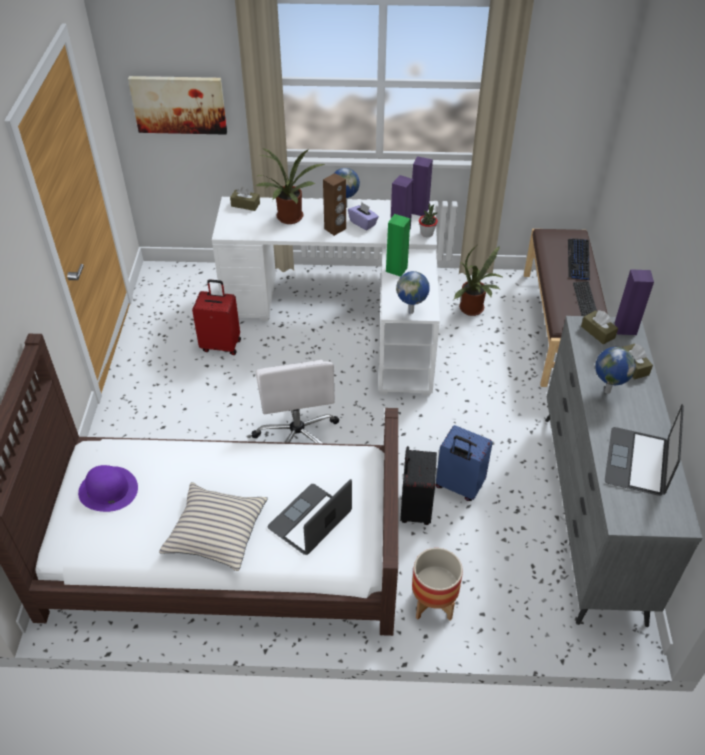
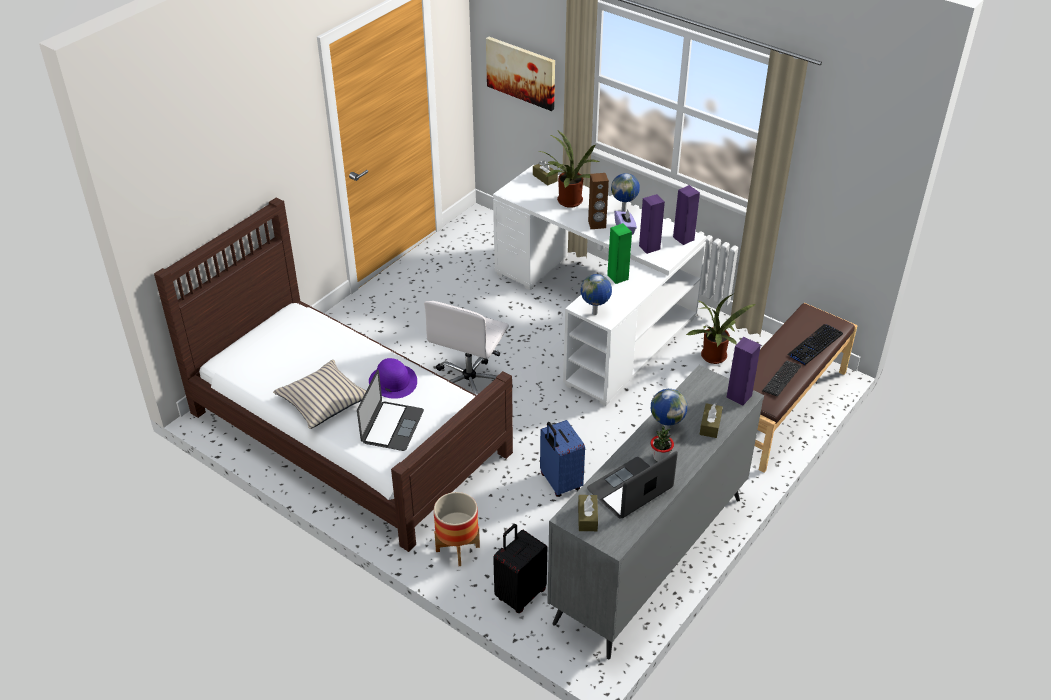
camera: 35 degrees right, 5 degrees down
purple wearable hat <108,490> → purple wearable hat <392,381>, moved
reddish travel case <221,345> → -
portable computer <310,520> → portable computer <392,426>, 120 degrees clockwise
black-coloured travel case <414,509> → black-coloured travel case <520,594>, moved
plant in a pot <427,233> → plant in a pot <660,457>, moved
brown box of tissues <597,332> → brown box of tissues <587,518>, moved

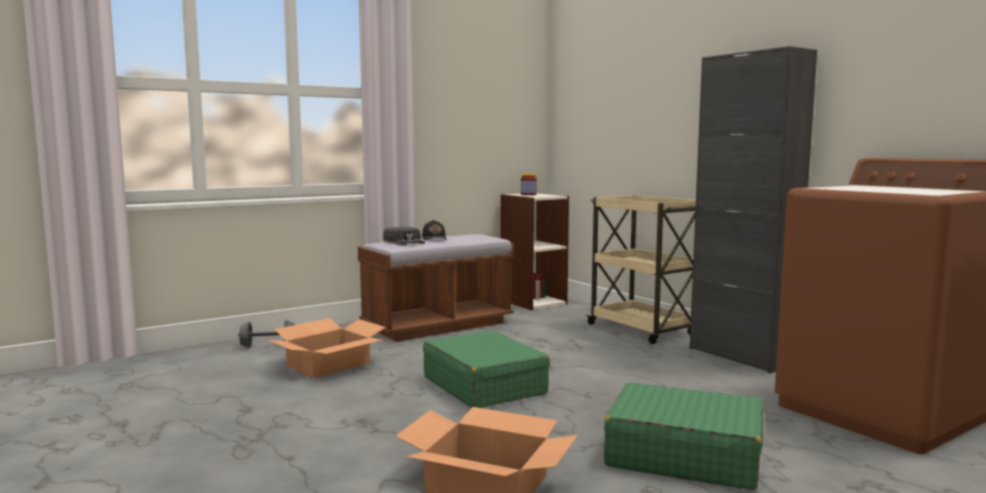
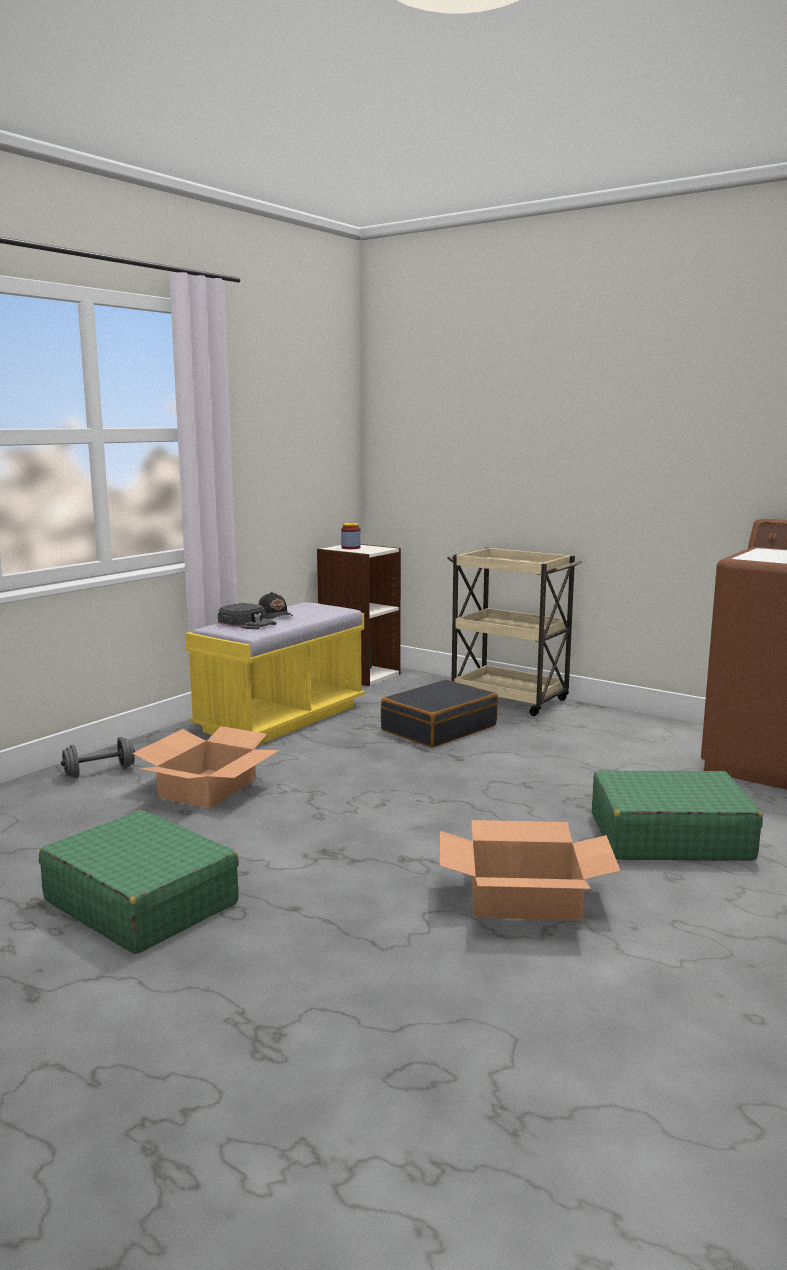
camera: 20 degrees left, 5 degrees up
brown indoor bench <437,325> → yellowish indoor bench <281,719>
green travel case <484,385> → green travel case <141,902>, moved
black-coloured cabinet <740,356> → -
- → black-coloured travel case <438,728>

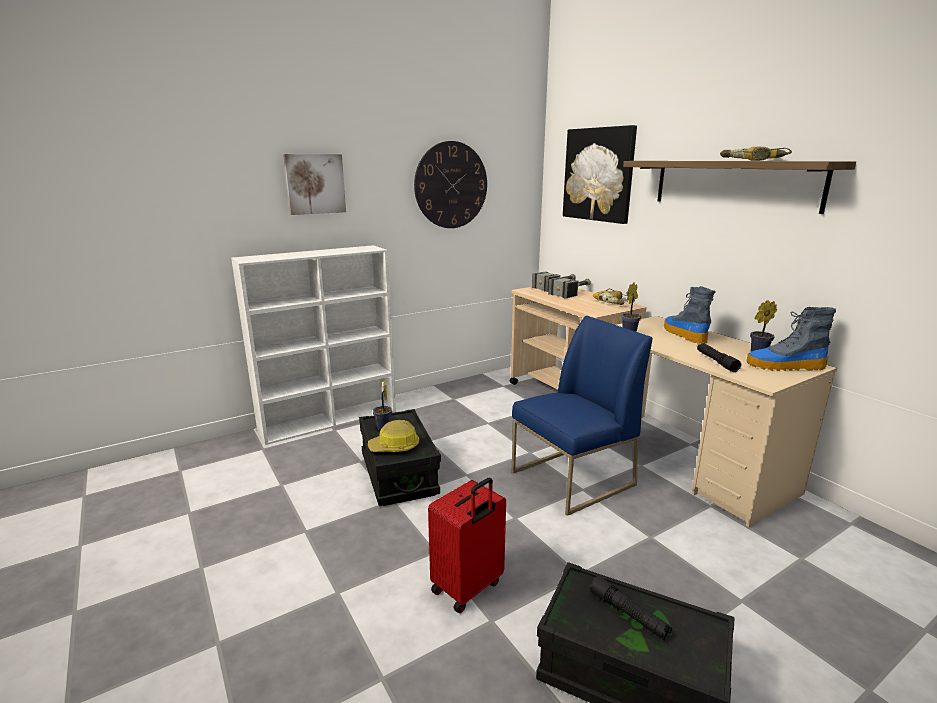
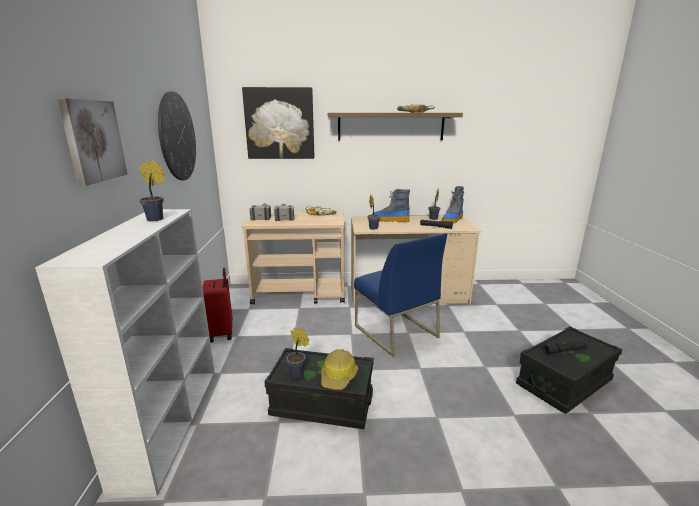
camera: 60 degrees left, 0 degrees up
reddish travel case <468,588> → reddish travel case <222,333>, moved
blue-coloured upright chair <572,479> → blue-coloured upright chair <395,331>, 150 degrees clockwise
- → plant in a pot <157,219>

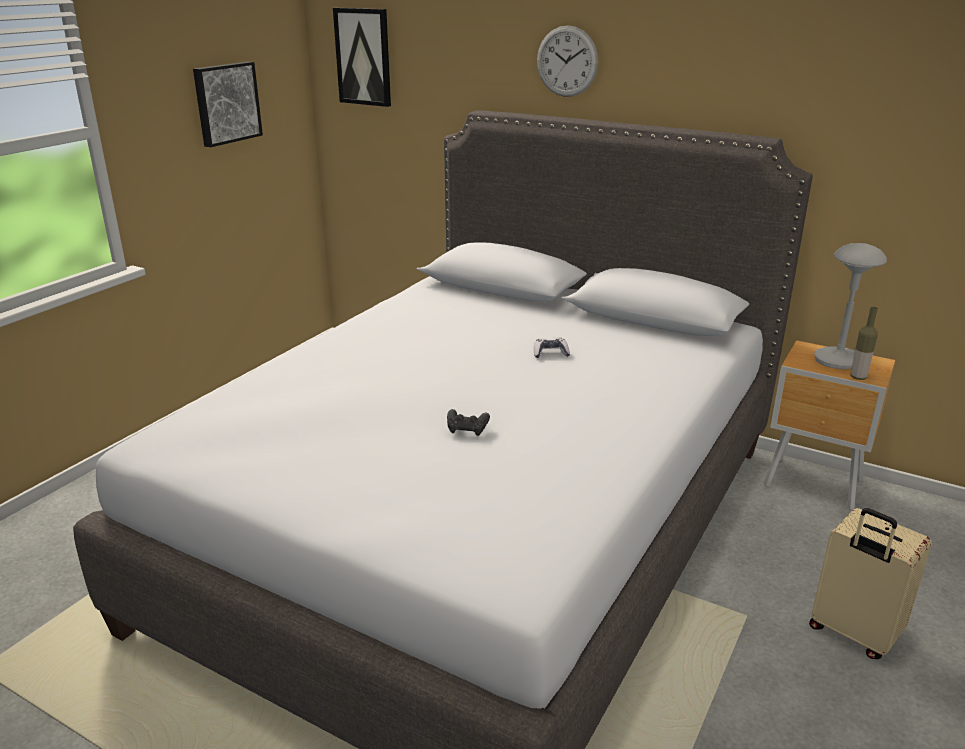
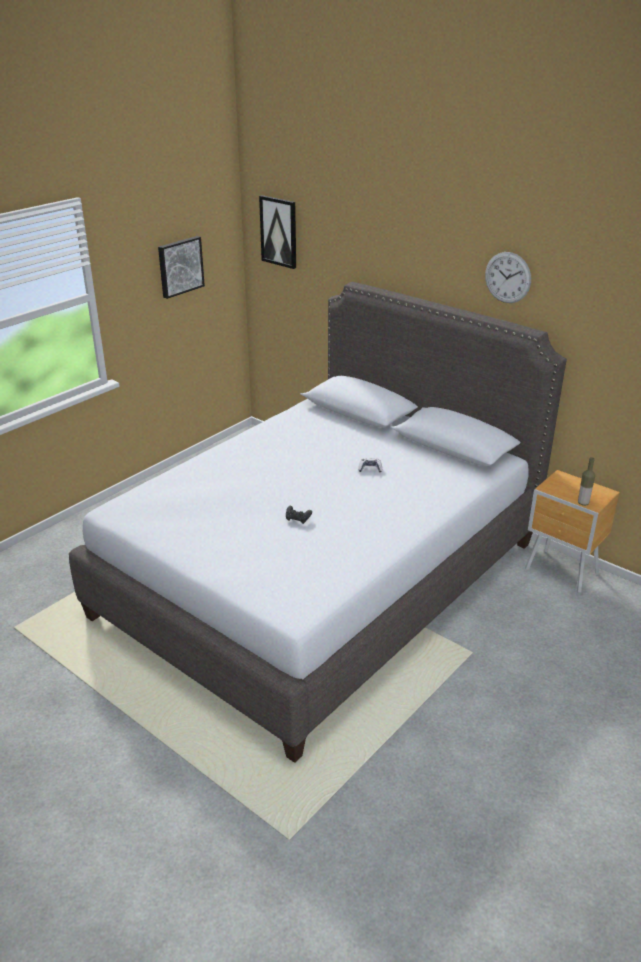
camera: 10 degrees right, 5 degrees up
wall clock <567,61> → wall clock <507,277>, moved
beige-coloured travel case <852,634> → -
grey lamp for a table <838,360> → -

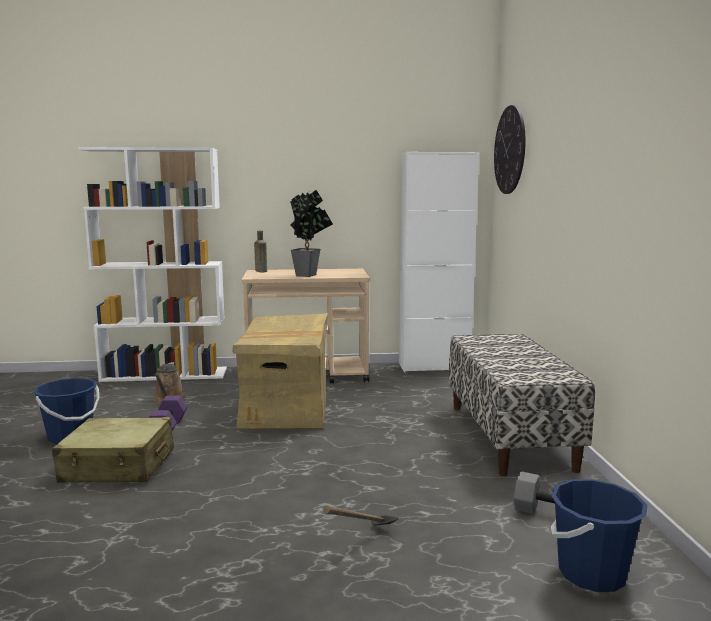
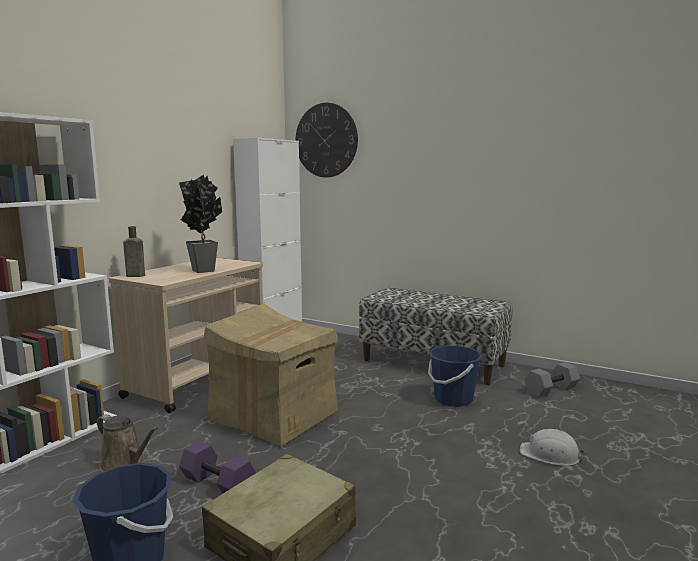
camera: 55 degrees left, 0 degrees up
hammer <362,542> → whitish safety helmet <550,455>
blue-coloured bucket <591,573> → blue-coloured bucket <453,399>, moved

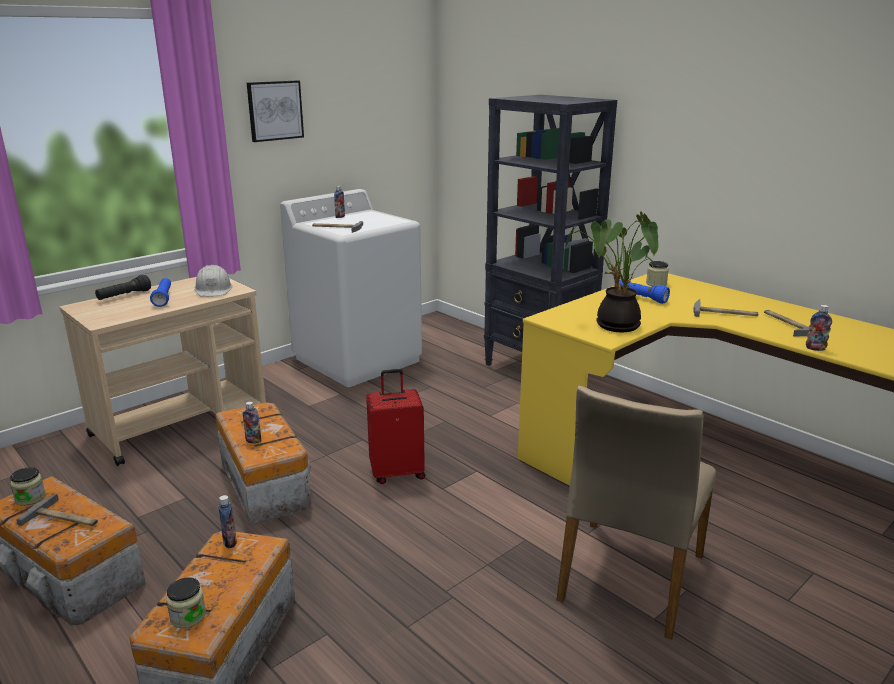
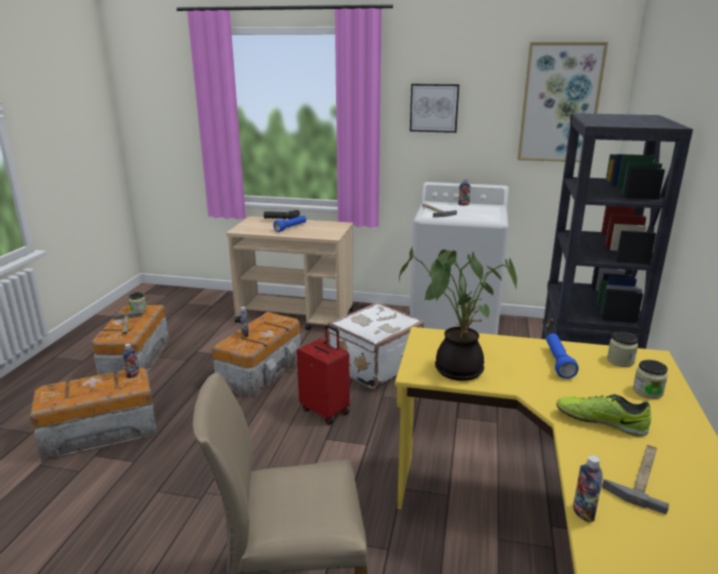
camera: 55 degrees right, 0 degrees up
jar <188,616> → jar <647,391>, moved
whitish safety helmet <213,289> → -
hammer <724,313> → shoe <600,421>
- → whitish travel case <373,366>
- → wall art <560,103>

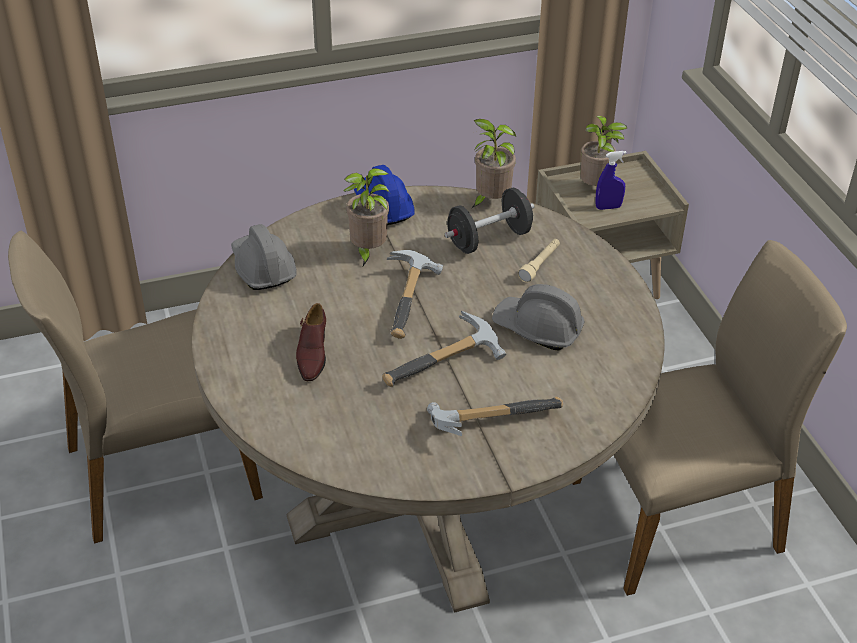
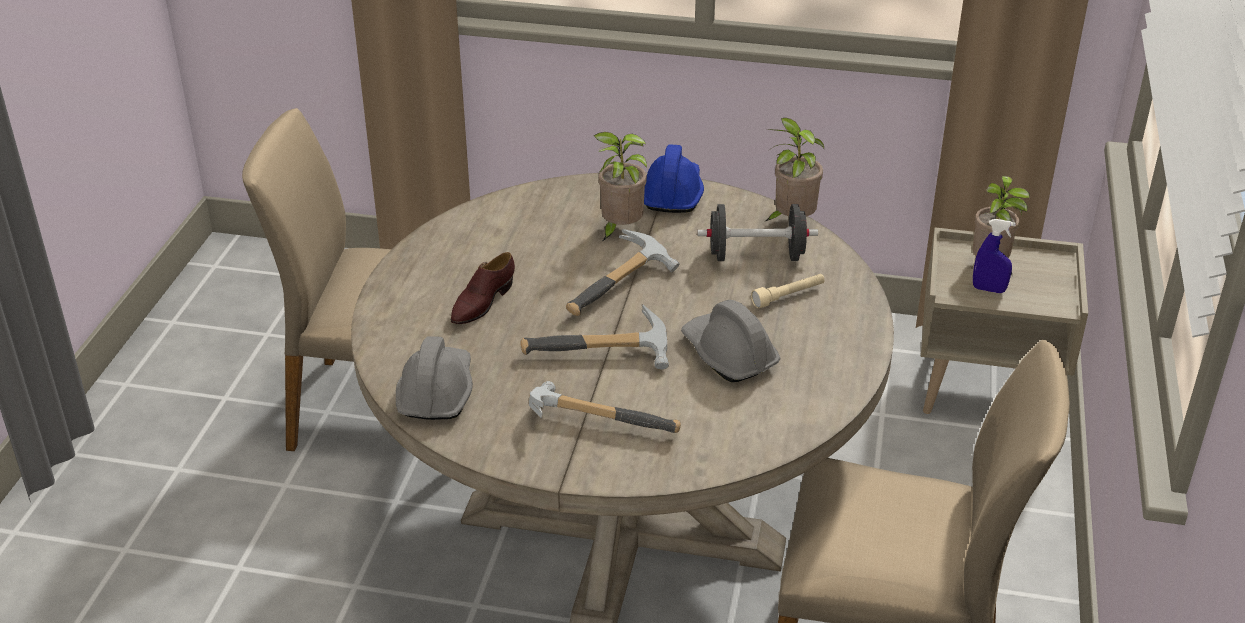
camera: 30 degrees right, 5 degrees down
grey safety helmet <262,268> → grey safety helmet <436,392>, moved

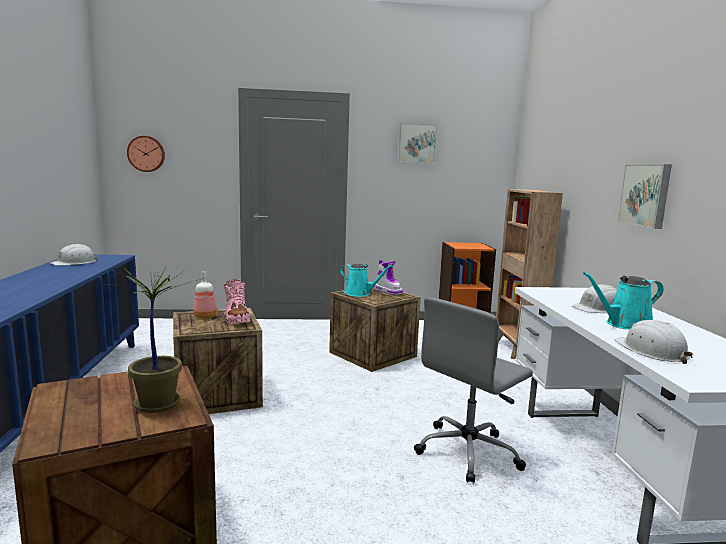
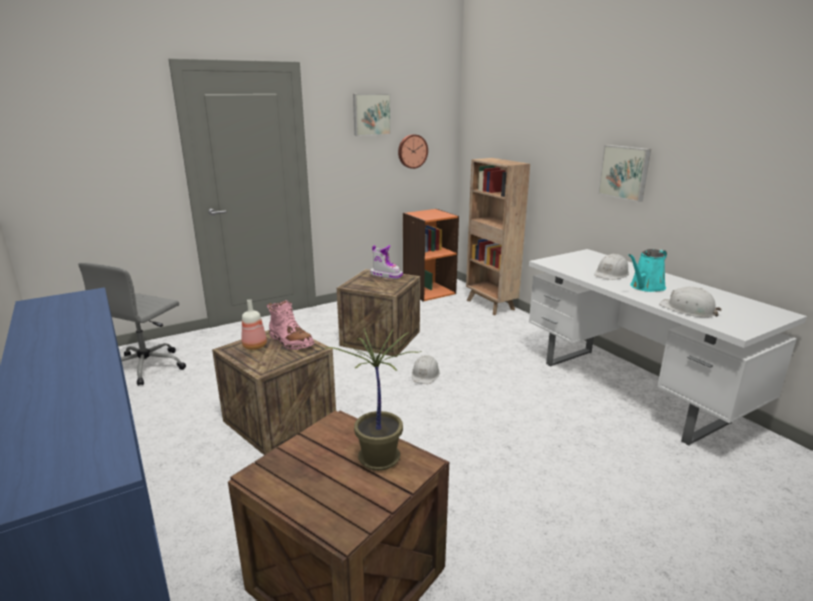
camera: 25 degrees left, 10 degrees up
whitish safety helmet <75,262> → whitish safety helmet <425,374>, moved
wall clock <146,154> → wall clock <412,151>, moved
blue-green watering pot <360,293> → -
grey computer chair <469,452> → grey computer chair <147,366>, moved

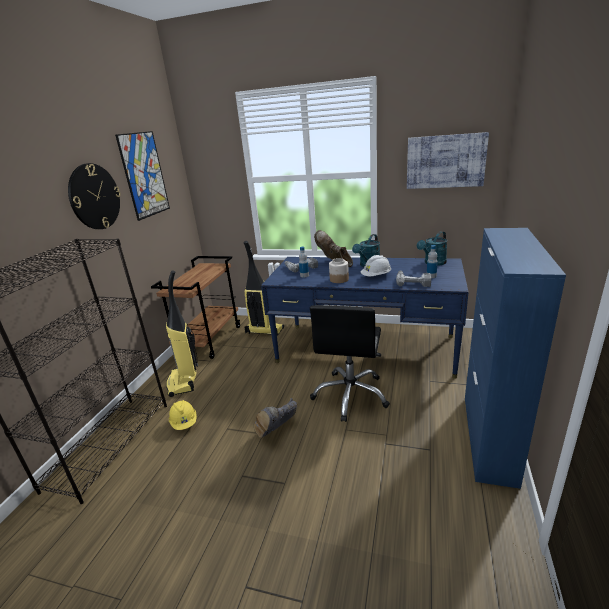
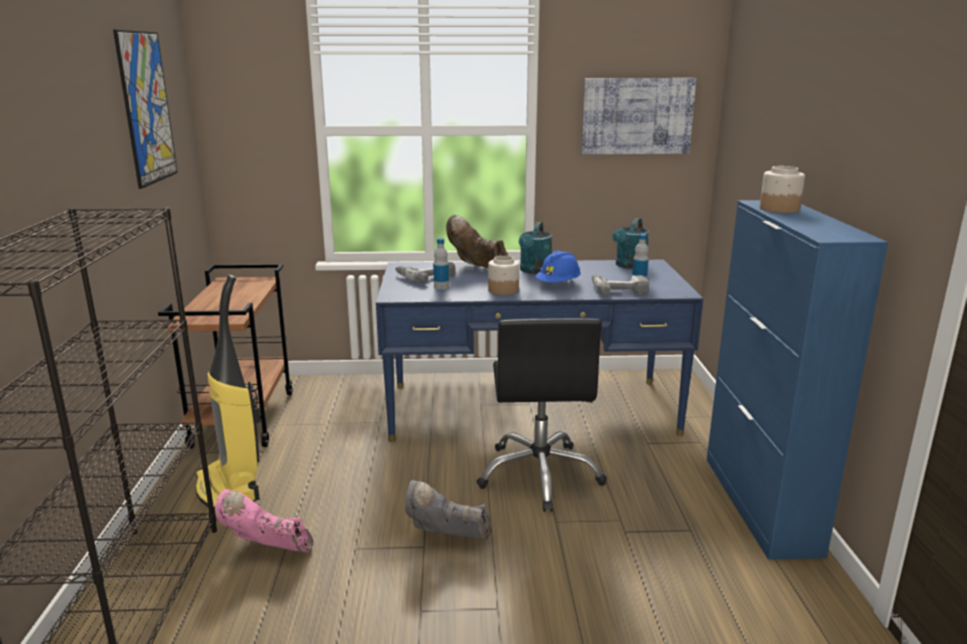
camera: 20 degrees left, 5 degrees down
wall clock <94,197> → -
yellowish safety helmet <184,423> → pinkish tall boot <268,551>
vacuum cleaner <264,331> → -
grey tall boot <277,431> → grey tall boot <446,539>, 75 degrees clockwise
whitish safety helmet <376,276> → blue-coloured safety helmet <558,284>
- → jar <778,209>

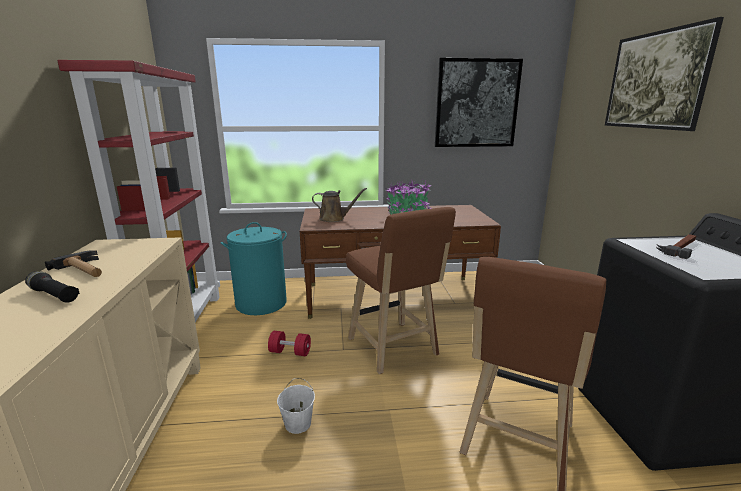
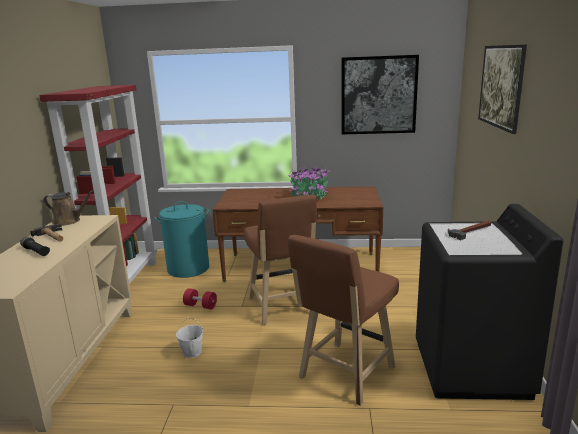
camera: 10 degrees right, 0 degrees up
brown watering pot <334,219> → brown watering pot <69,221>, moved

